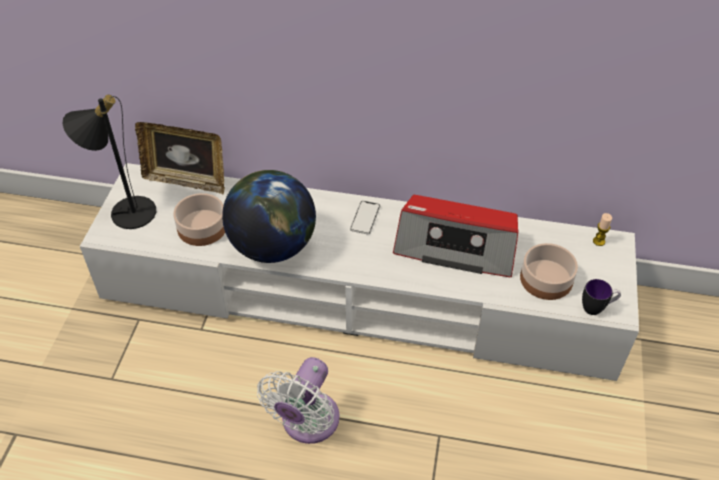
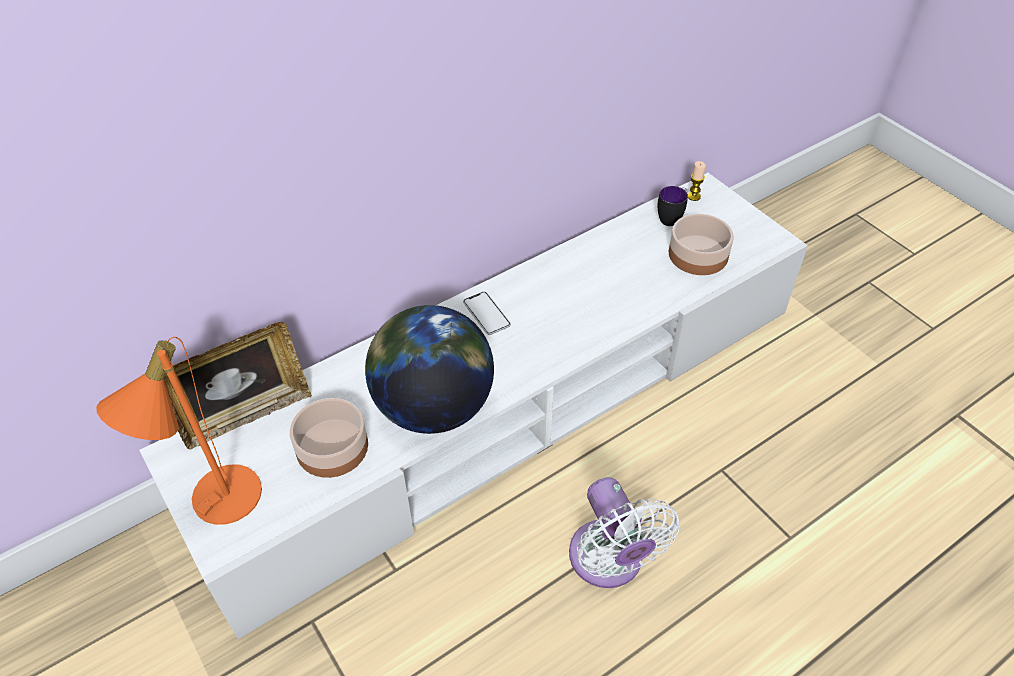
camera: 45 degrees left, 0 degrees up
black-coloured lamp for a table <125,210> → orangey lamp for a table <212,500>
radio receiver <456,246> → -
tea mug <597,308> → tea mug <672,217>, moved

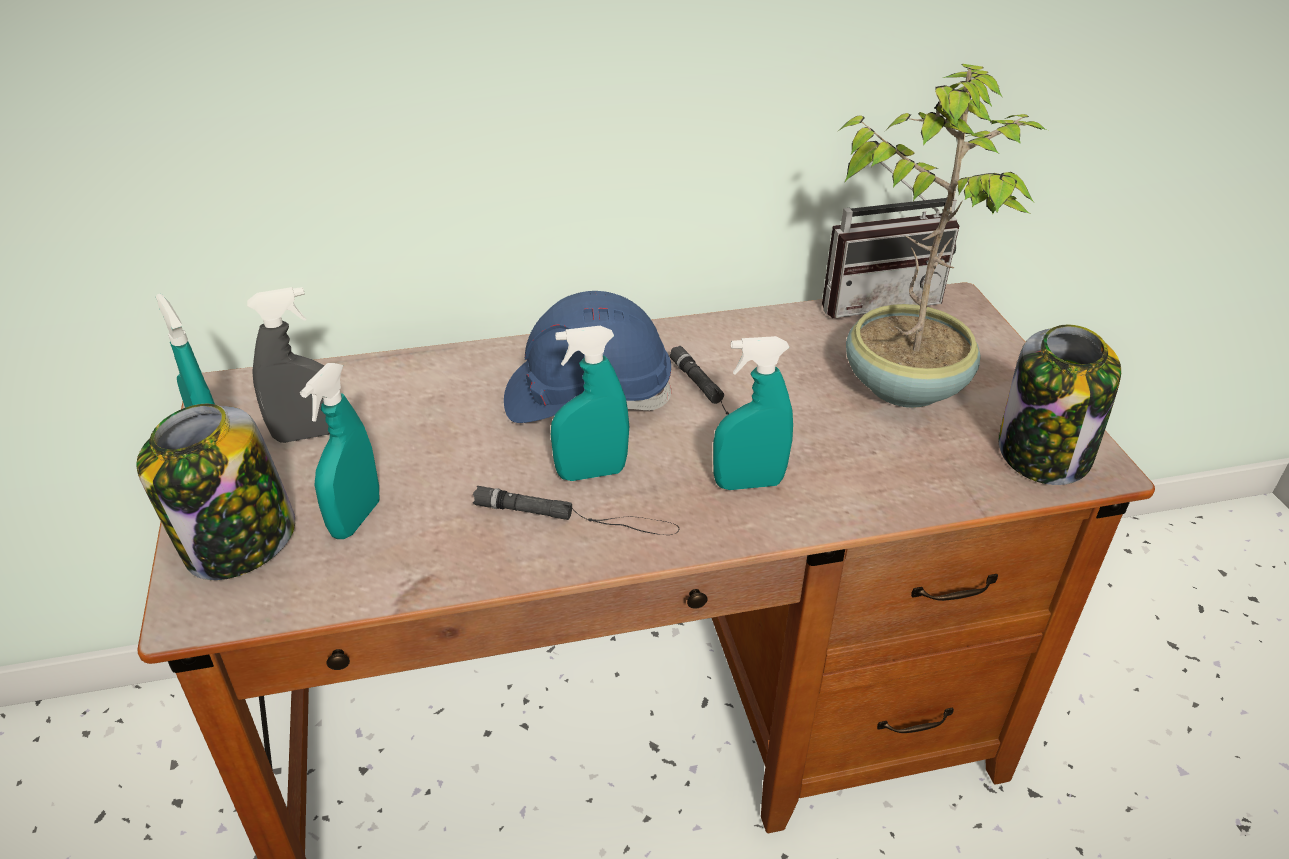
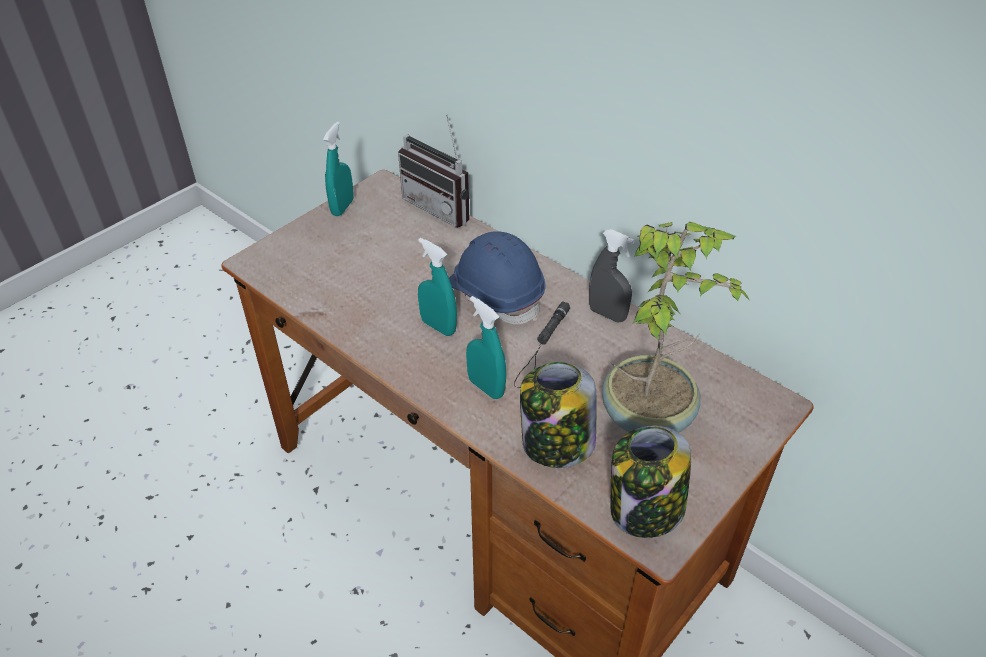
camera: 55 degrees right, 5 degrees up
jar <238,543> → jar <556,444>, moved
grey spray bottle <307,434> → grey spray bottle <607,314>, moved
blue-green spray bottle <355,519> → -
black-coloured torch <576,516> → -
radio receiver <876,299> → radio receiver <442,206>, moved

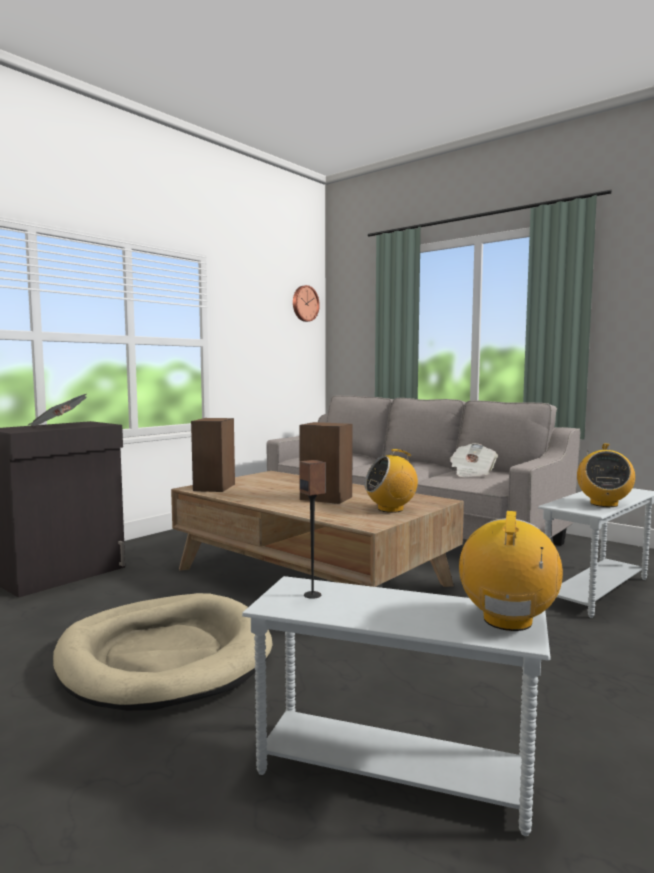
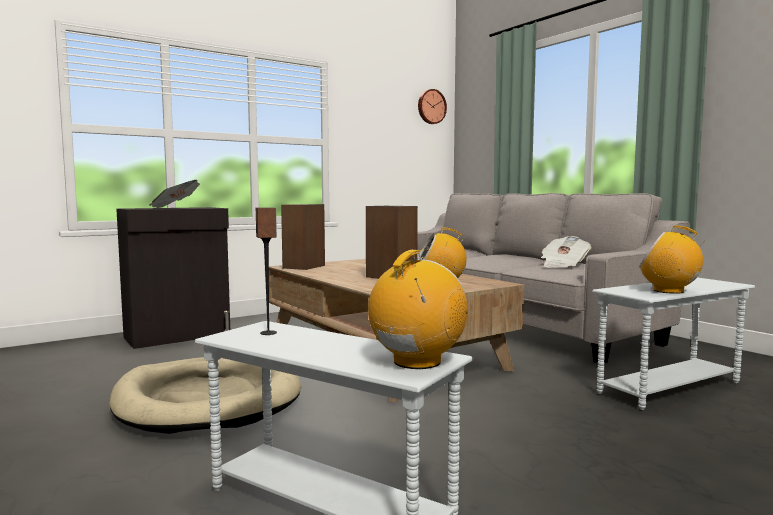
camera: 15 degrees right, 0 degrees up
radio receiver <603,504> → radio receiver <669,291>, 90 degrees clockwise

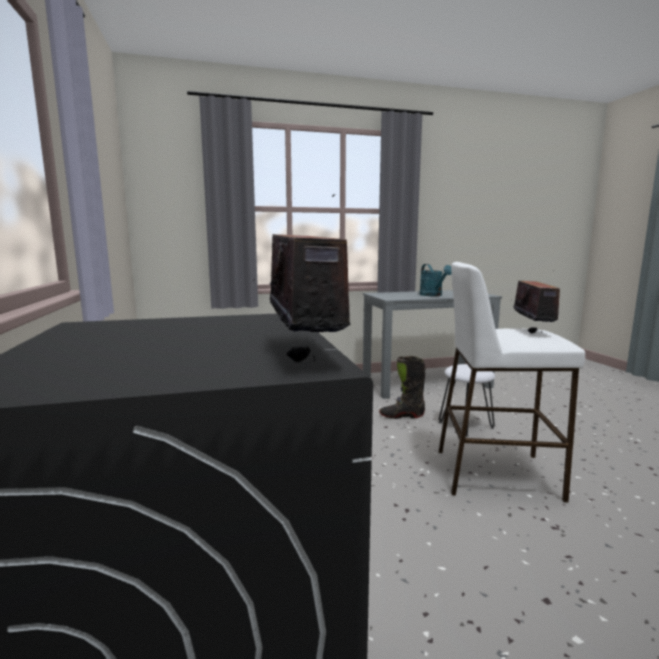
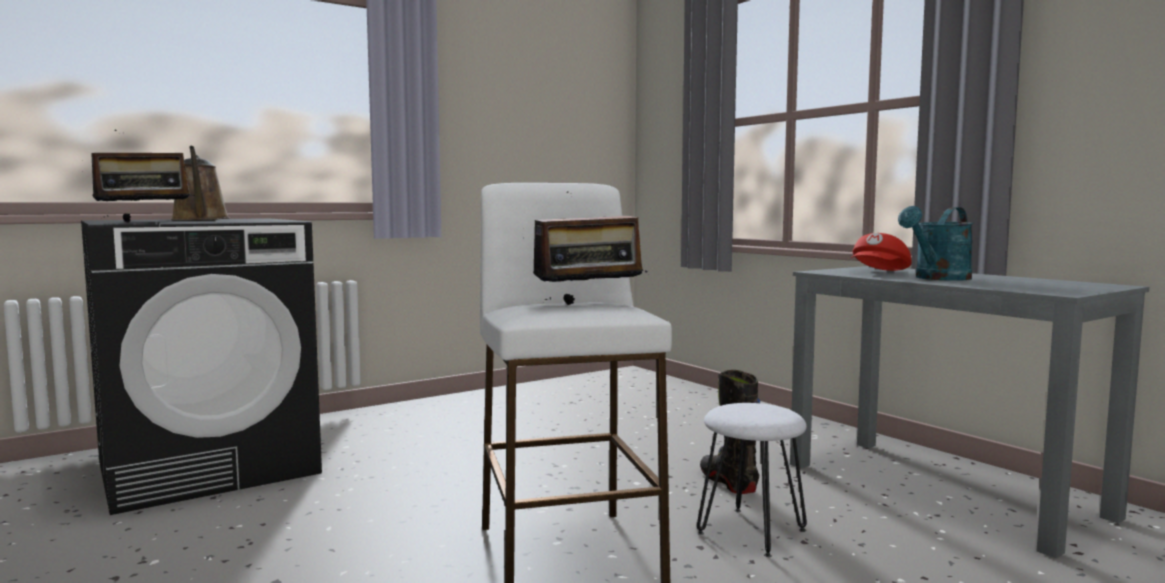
camera: 70 degrees right, 5 degrees down
- → brown watering pot <200,219>
- → reddish cap <879,272>

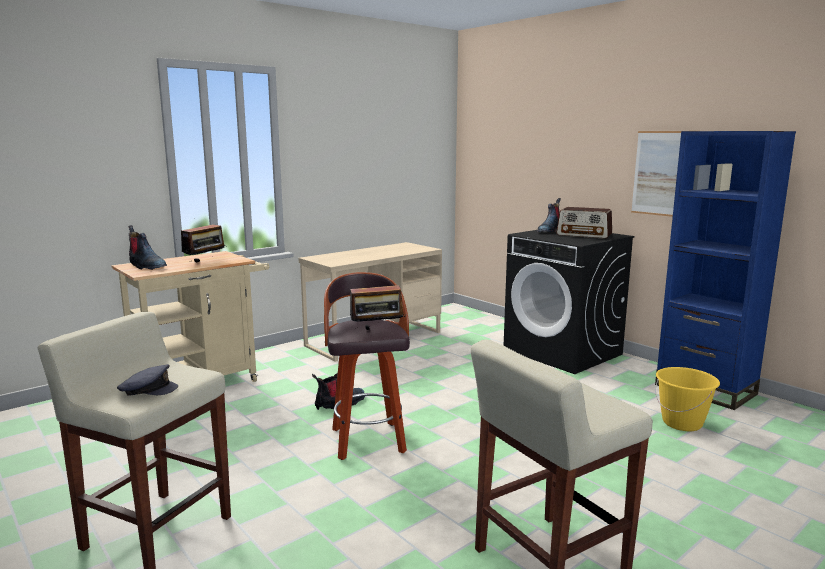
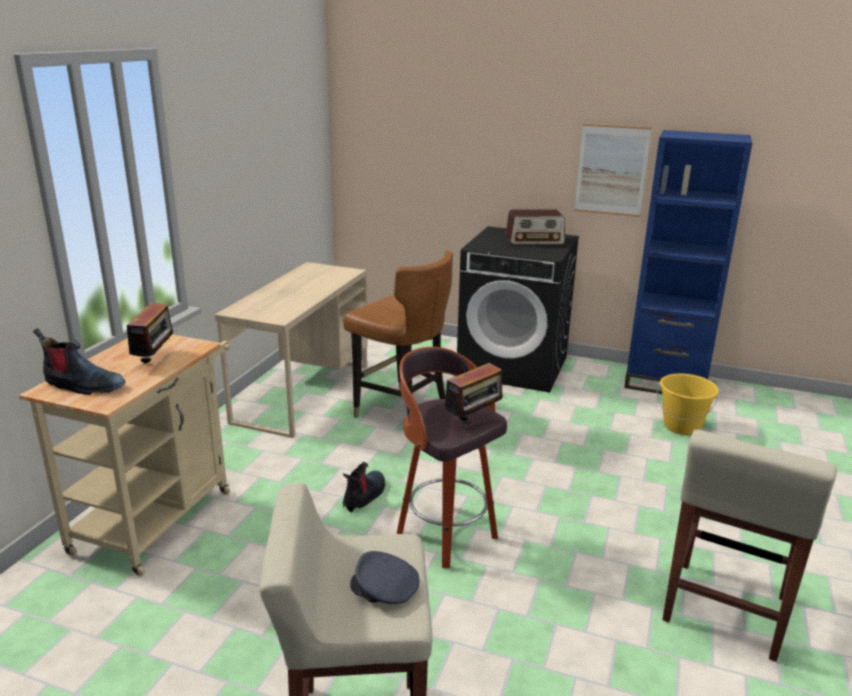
camera: 30 degrees left, 10 degrees up
grey cap <148,389> → grey cap <384,589>, 120 degrees counterclockwise
tall boot <549,231> → -
- → brown upright chair <401,413>

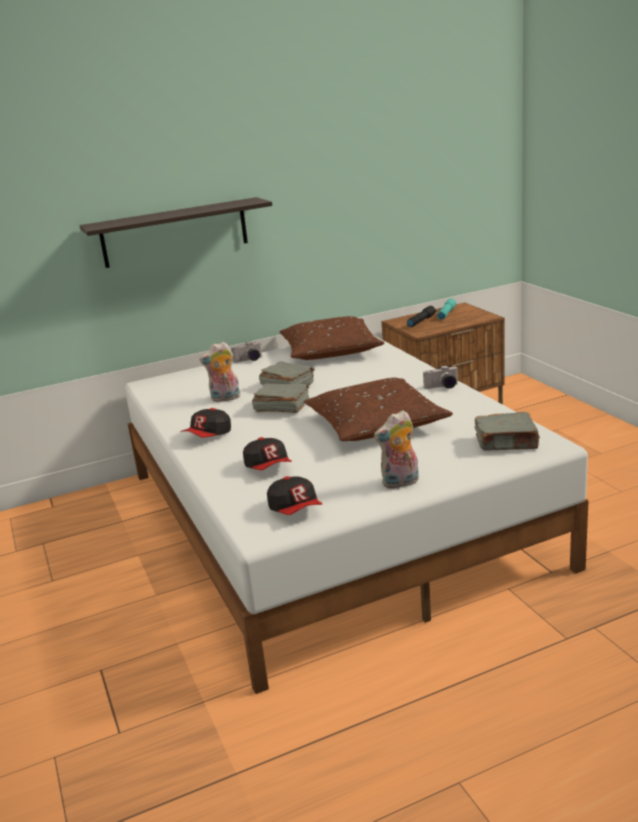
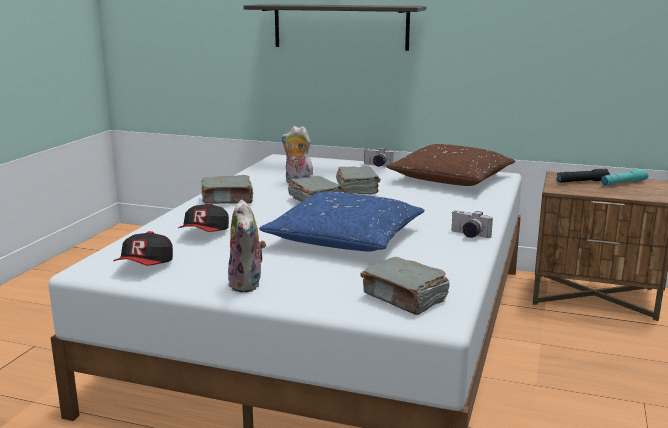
camera: 40 degrees right, 5 degrees down
cap <208,436> → grey bound book <228,200>
brown pillow <376,424> → blue-coloured pillow <345,238>
soft toy <400,483> → soft toy <248,284>, 120 degrees counterclockwise

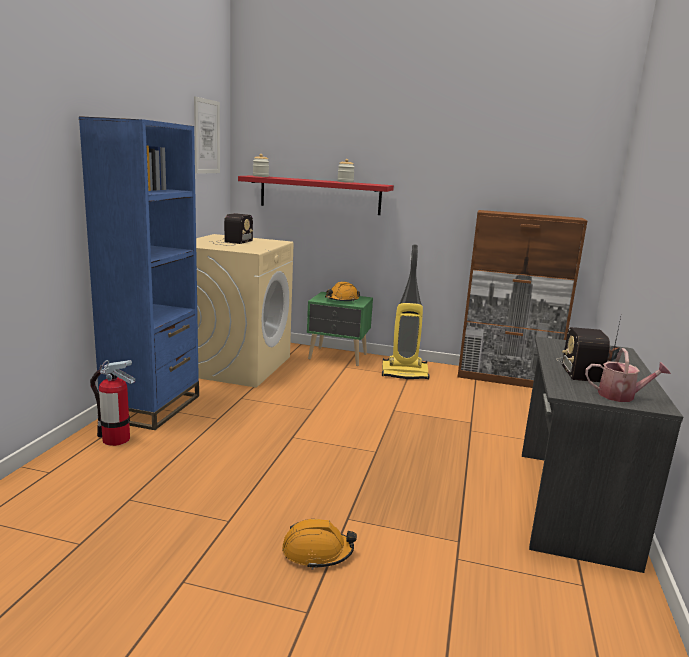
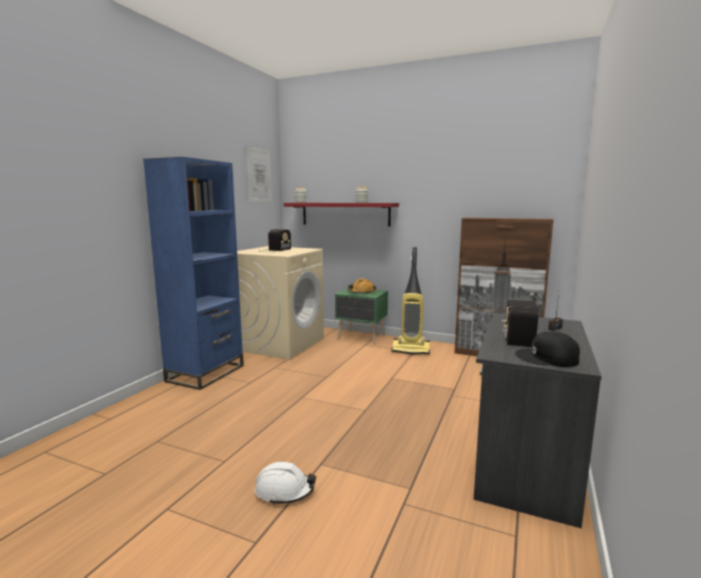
camera: 10 degrees right, 5 degrees down
extinguisher <115,439> → -
orangey safety helmet <317,552> → whitish safety helmet <284,491>
watering pot <621,396> → black-coloured cap <547,358>

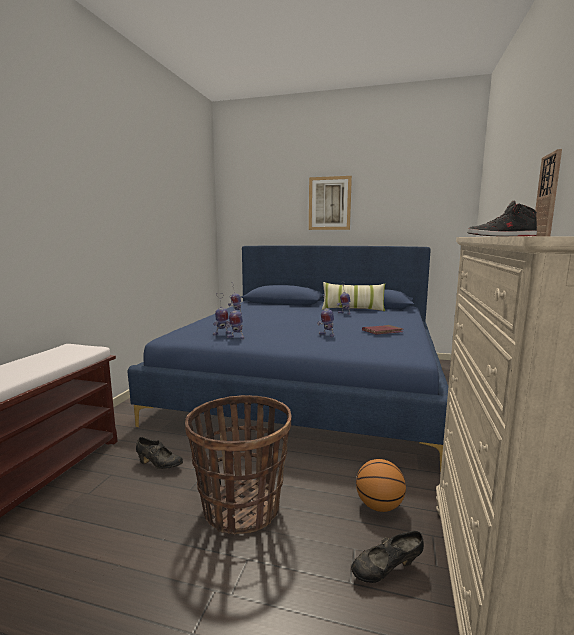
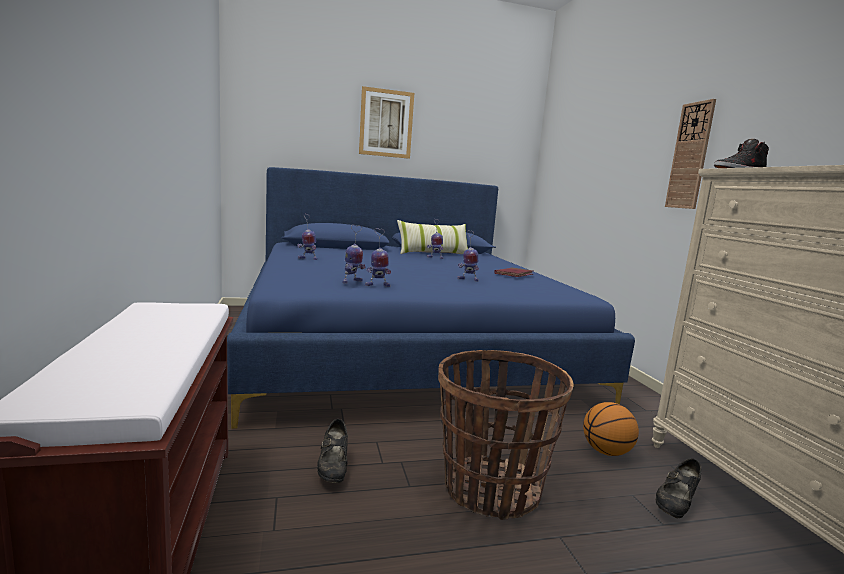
camera: 30 degrees left, 0 degrees up
black-coloured shoe <159,465> → black-coloured shoe <333,469>, 90 degrees clockwise

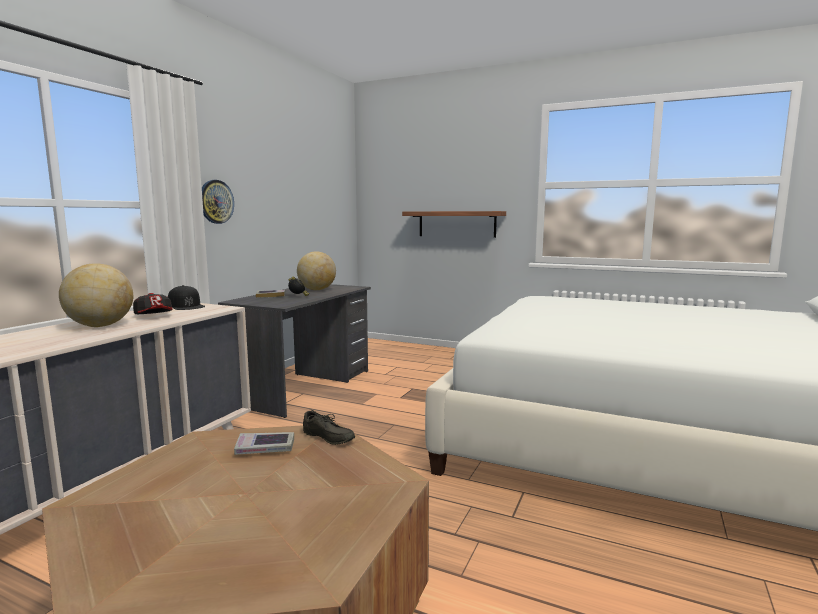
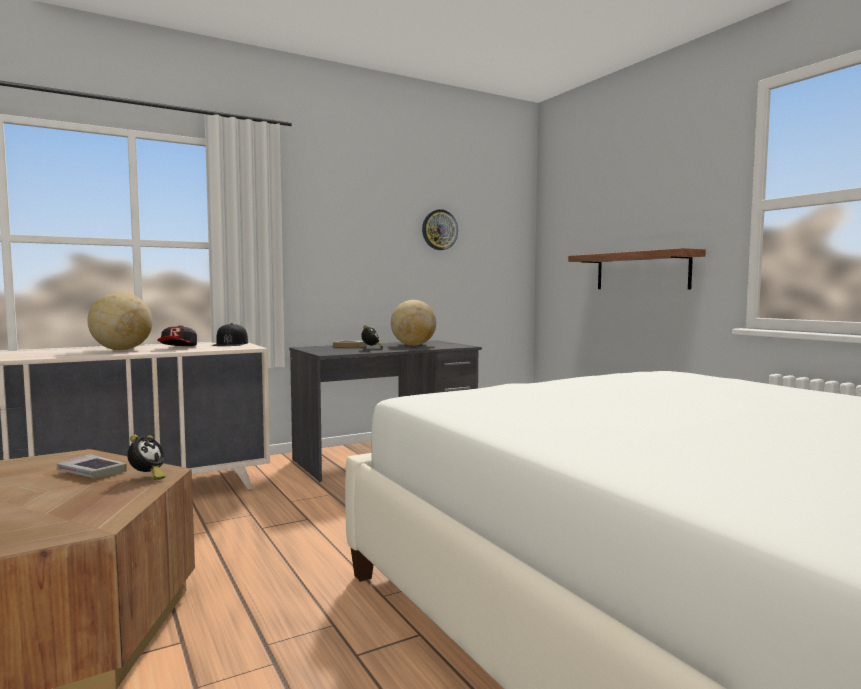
camera: 35 degrees right, 5 degrees down
wall clock <216,201> → wall clock <439,230>, moved
grey shoe <327,438> → alarm clock <147,477>

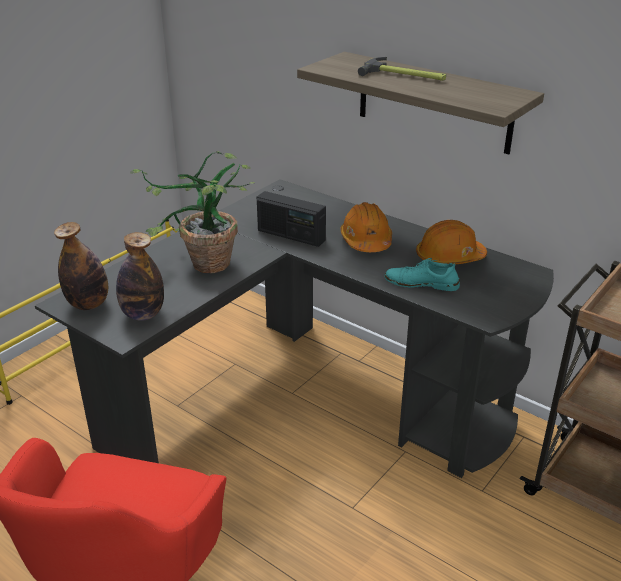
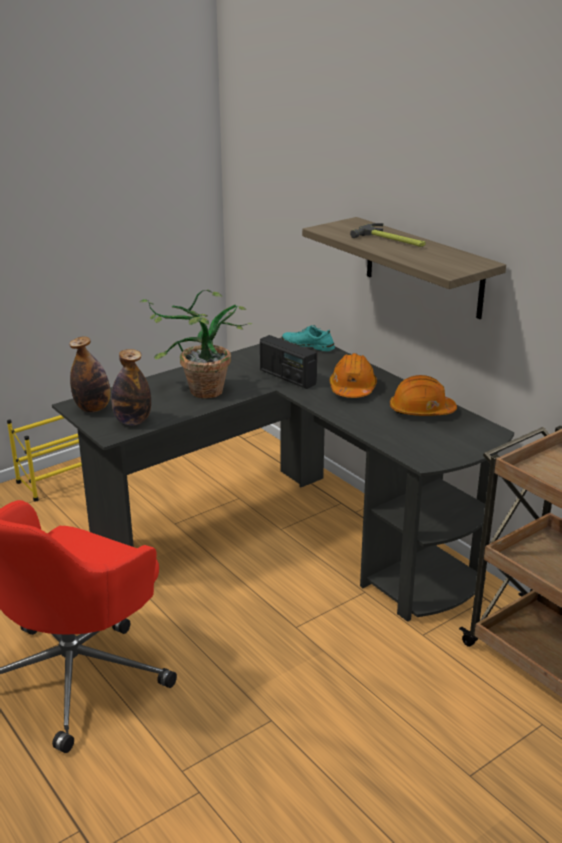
camera: 15 degrees right, 5 degrees down
blue-green shoe <421,283> → blue-green shoe <308,345>, moved

